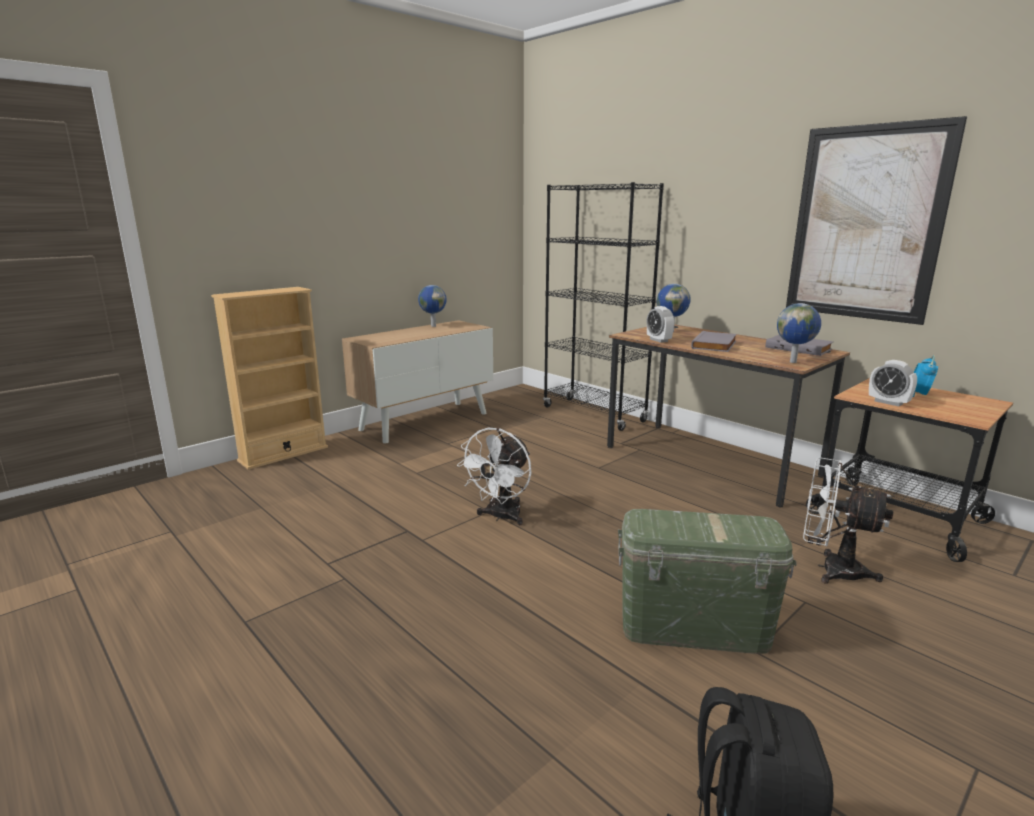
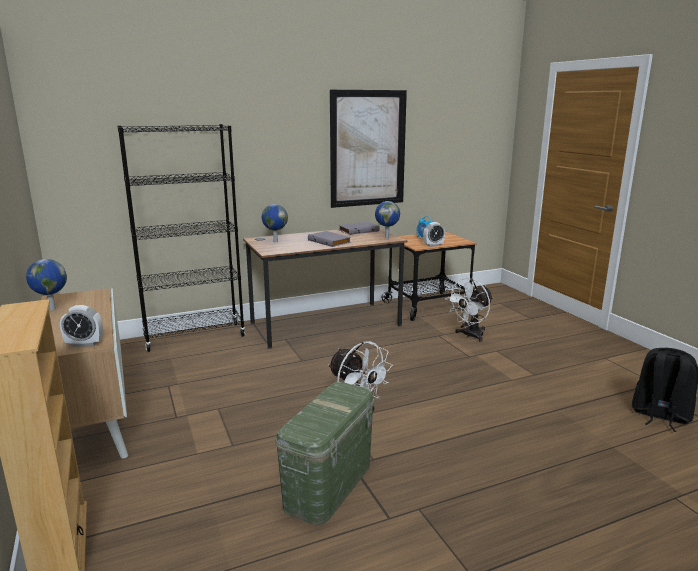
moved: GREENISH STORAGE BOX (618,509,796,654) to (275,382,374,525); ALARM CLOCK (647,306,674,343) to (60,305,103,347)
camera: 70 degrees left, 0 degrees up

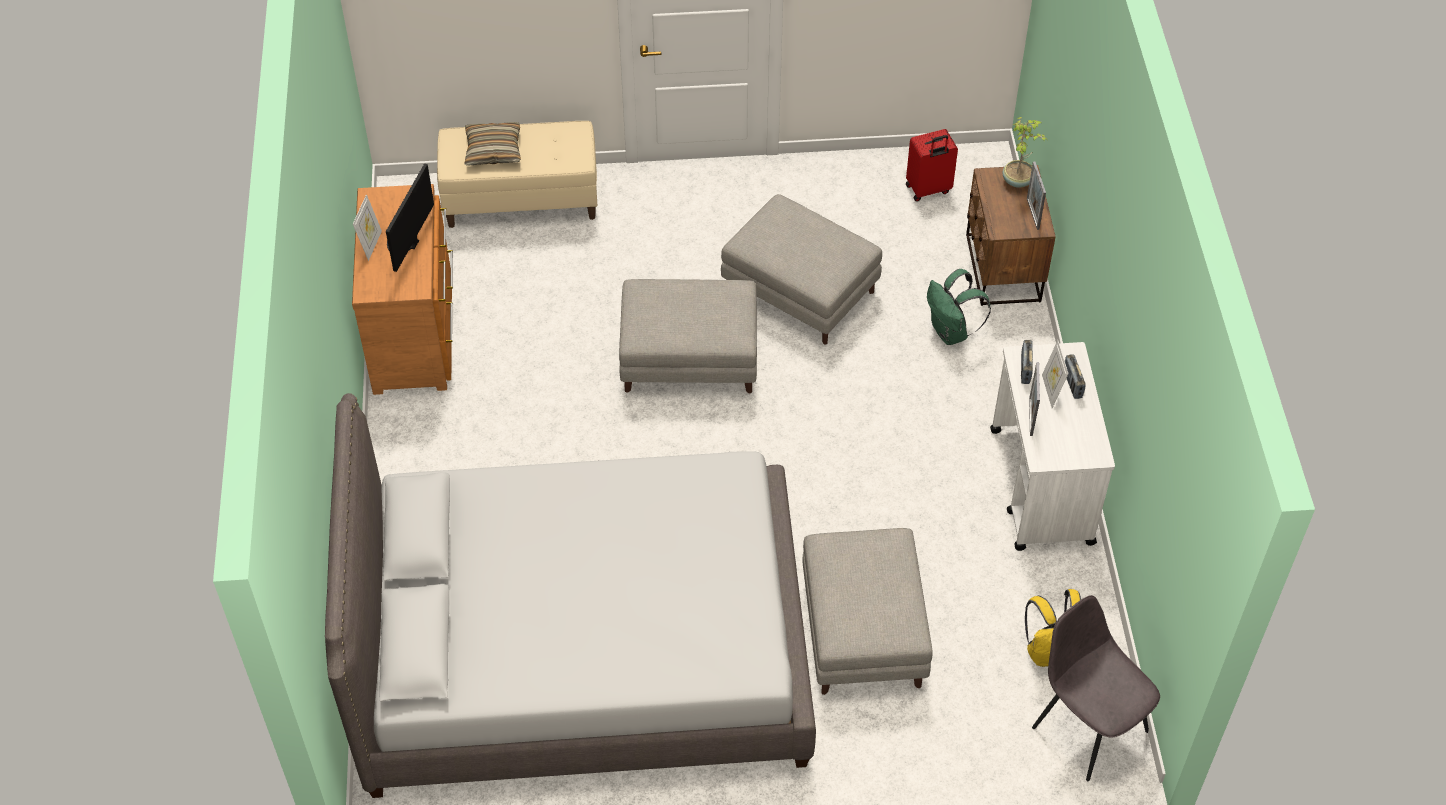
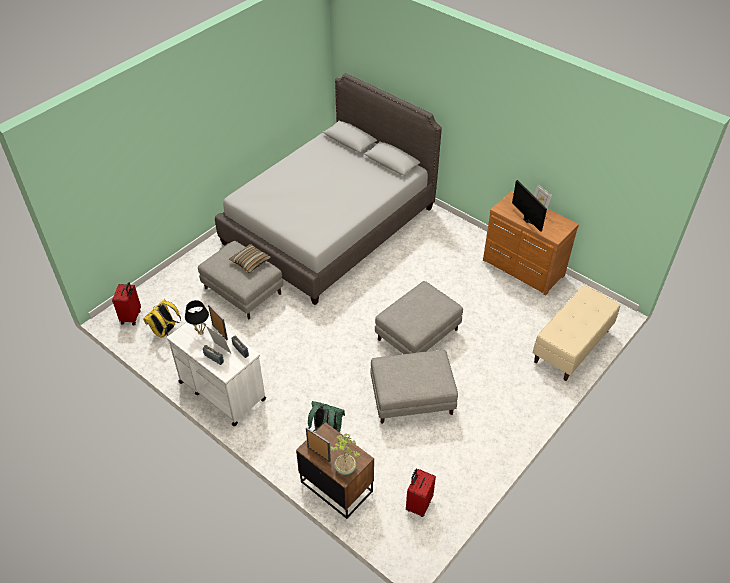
added: BLACK LAMP FOR A TABLE (185,300,209,335)
moved: CUSHION (464,122,521,166) to (229,244,271,273)
replaced: GRAY UPRIGHT CHAIR (1032,595,1160,781) to REDDISH PIECE OF LUGGAGE (112,282,141,325)
camera: 135 degrees right, 5 degrees down

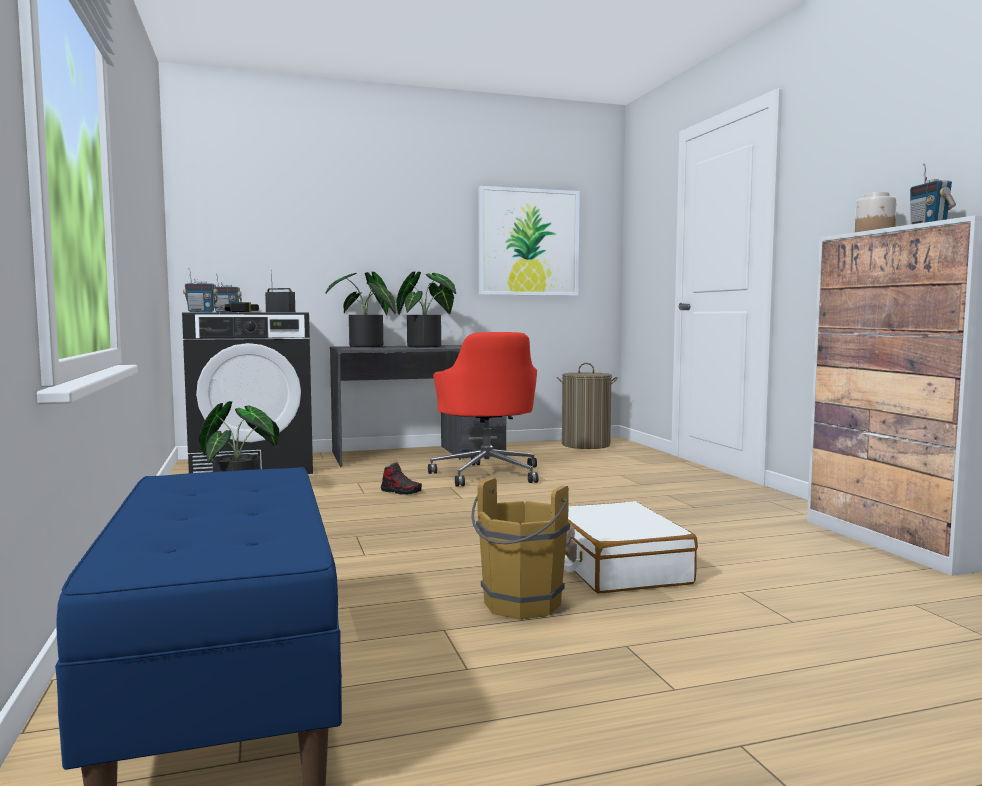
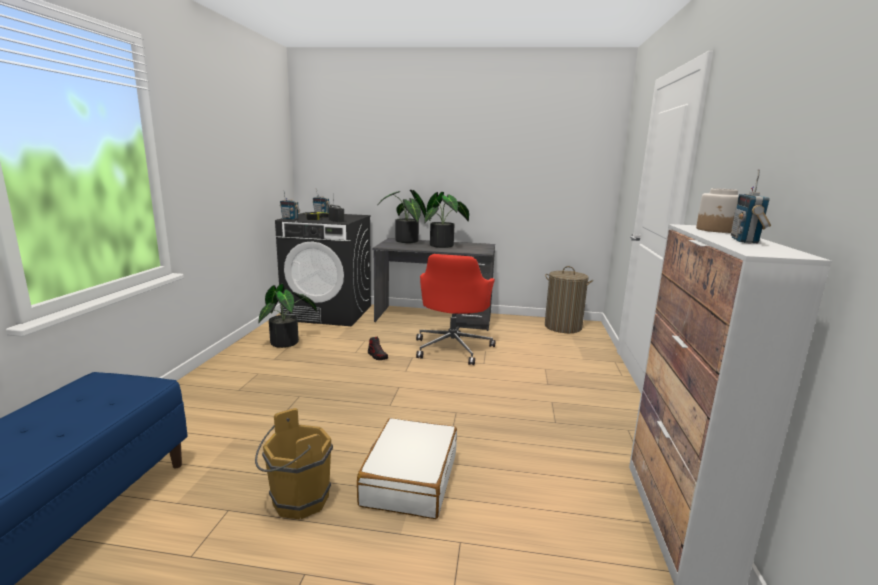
removed: PICTURE (479,186,580,296)
camera: 25 degrees right, 10 degrees up

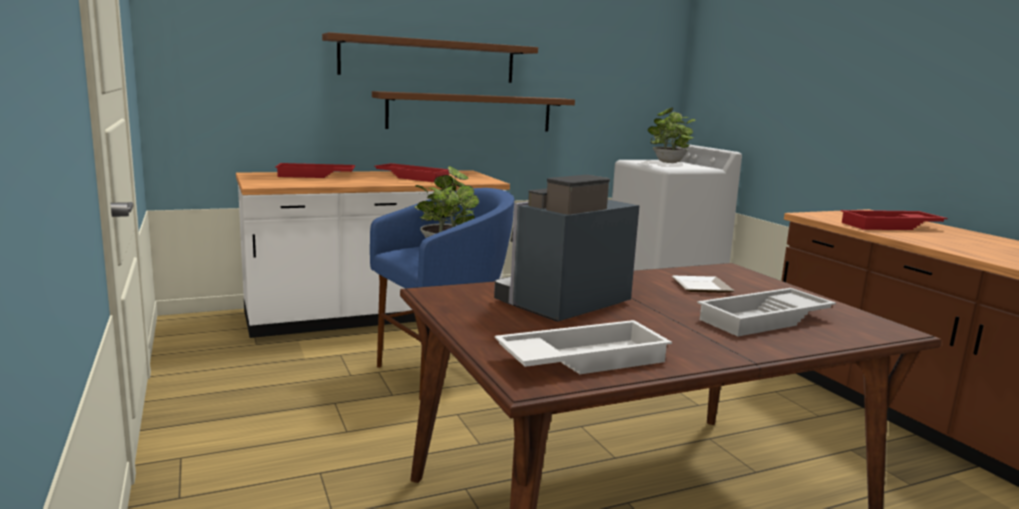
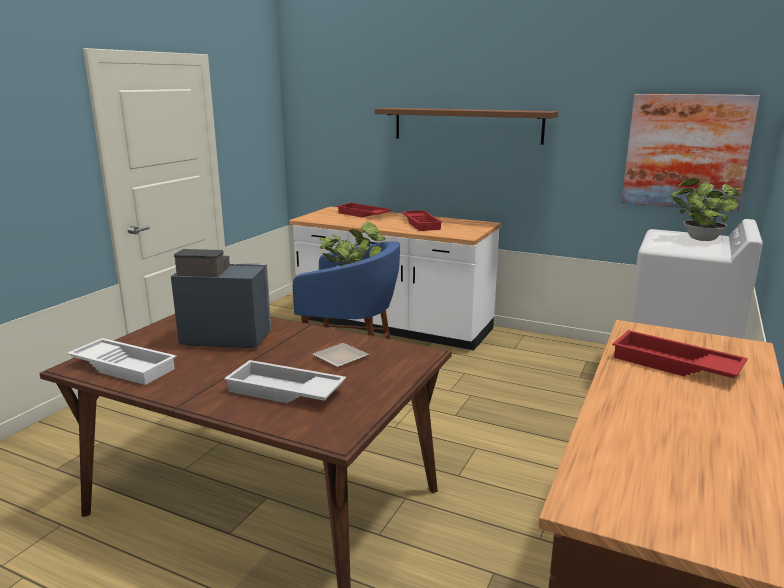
removed: BROWN-COLOURED WALL SHELF (372,91,575,132)
added: PICTURE (621,94,760,212)
camera: 50 degrees right, 5 degrees up

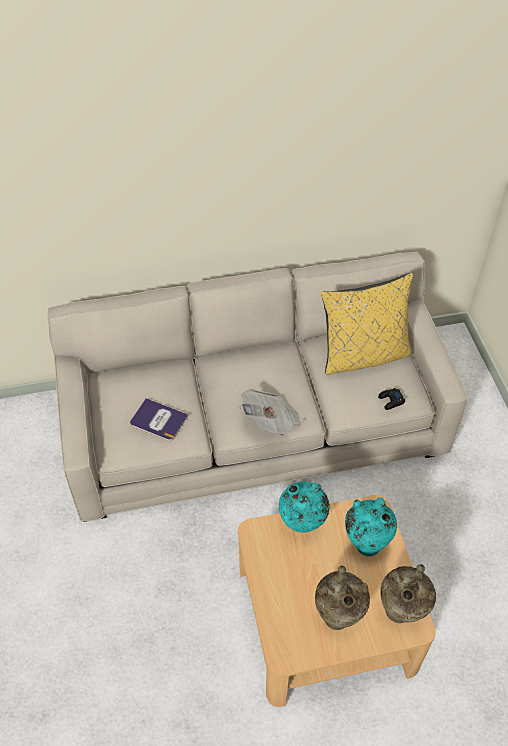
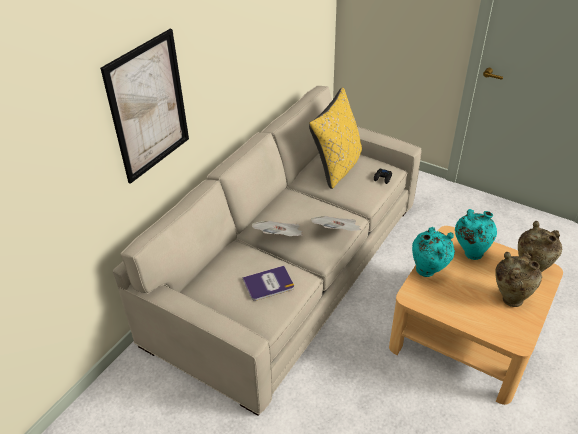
added: PICTURE (100,29,189,184); DAILY PAPER (252,220,303,236)
camera: 45 degrees left, 10 degrees down

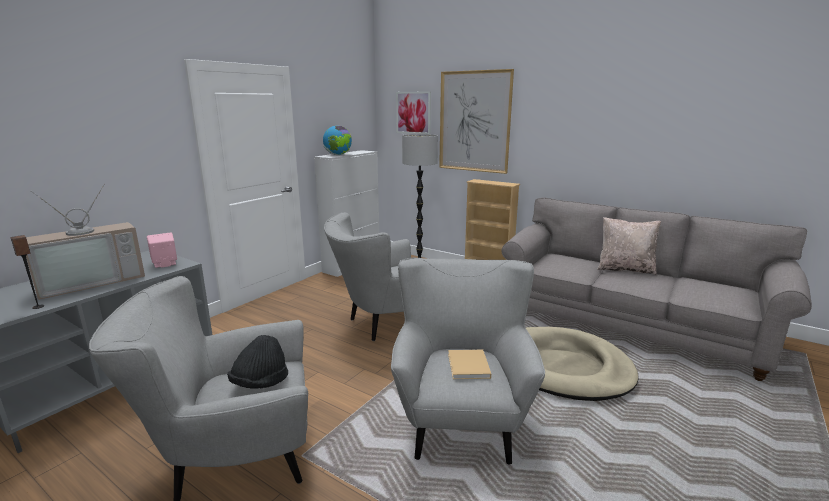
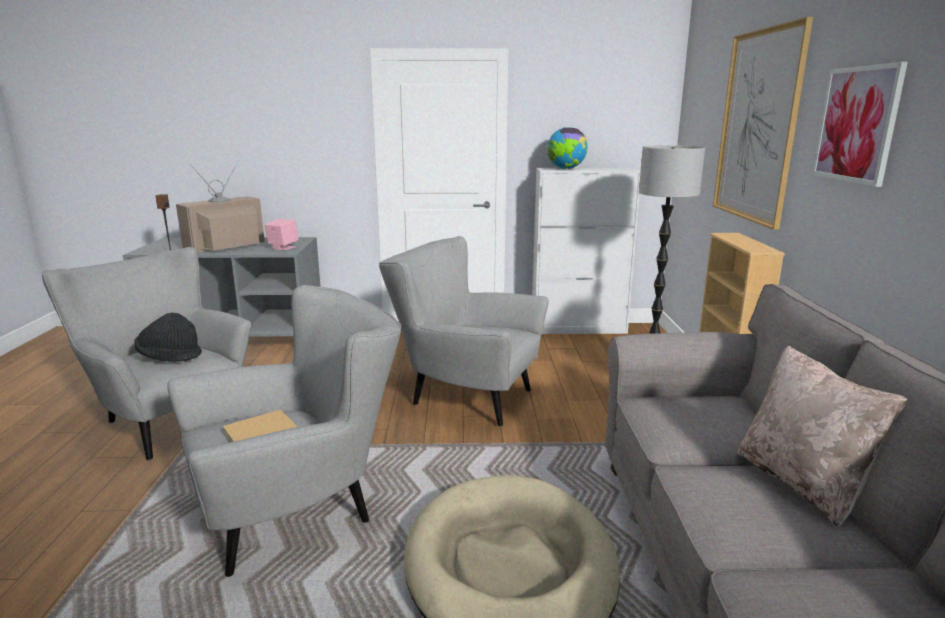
moved: PICTURE (396,91,431,134) to (812,62,908,187)
turned: TV SET (26,183,145,300) = (176,161,265,253) 120 degrees clockwise
camera: 55 degrees right, 0 degrees up

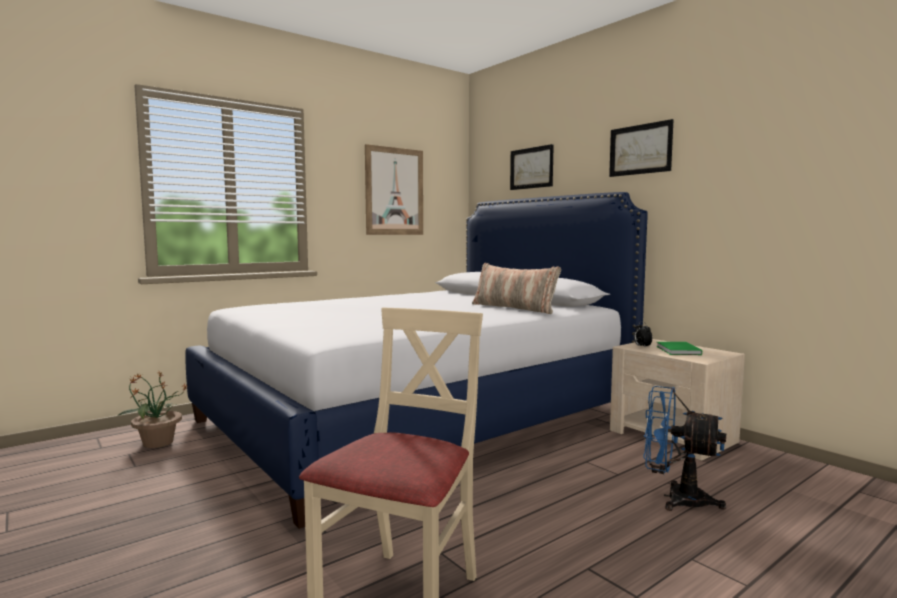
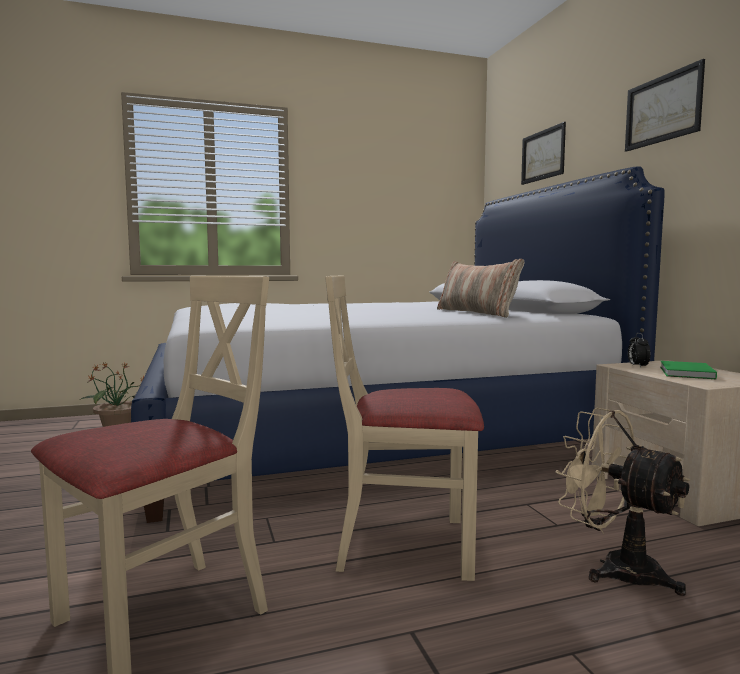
removed: PICTURE (365,144,423,235)
added: SAND-COLOURED UPRIGHT CHAIR (325,276,484,581)
recoloured: BLUISH ELECTRIC FAN (644,386,726,511) to SAND-COLOURED ELECTRIC FAN (555,408,690,596)
camera: 20 degrees right, 0 degrees up

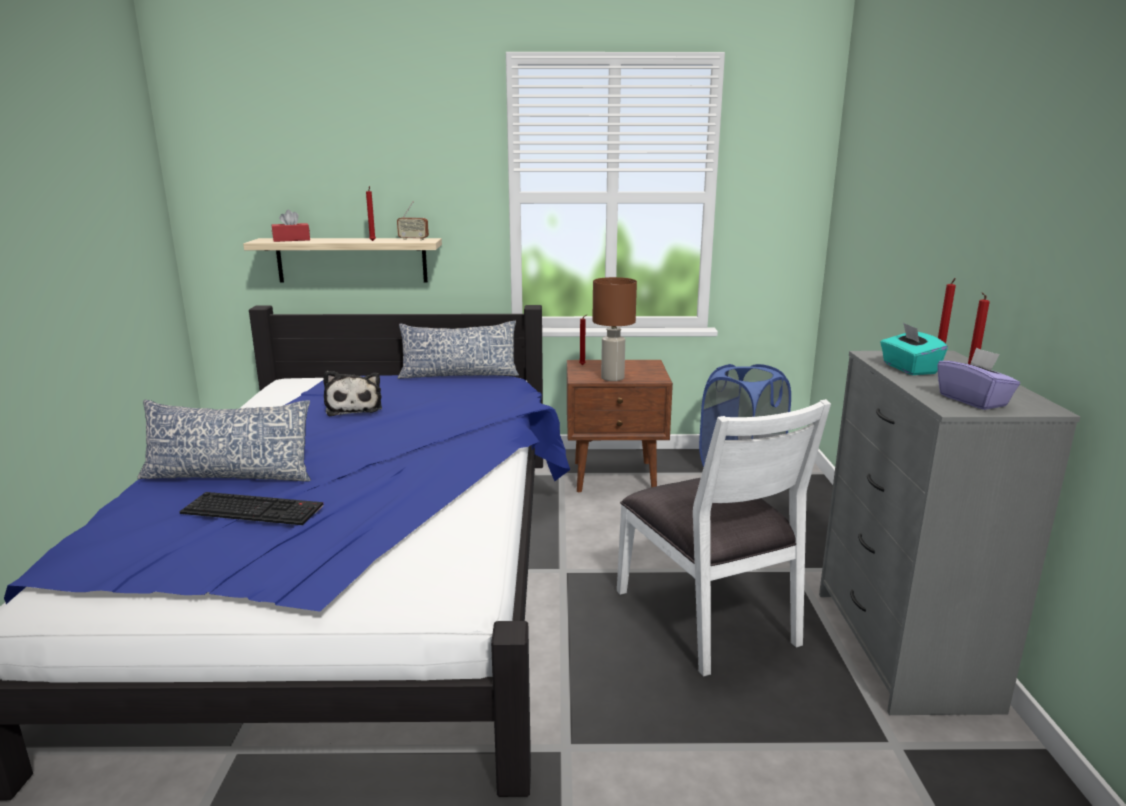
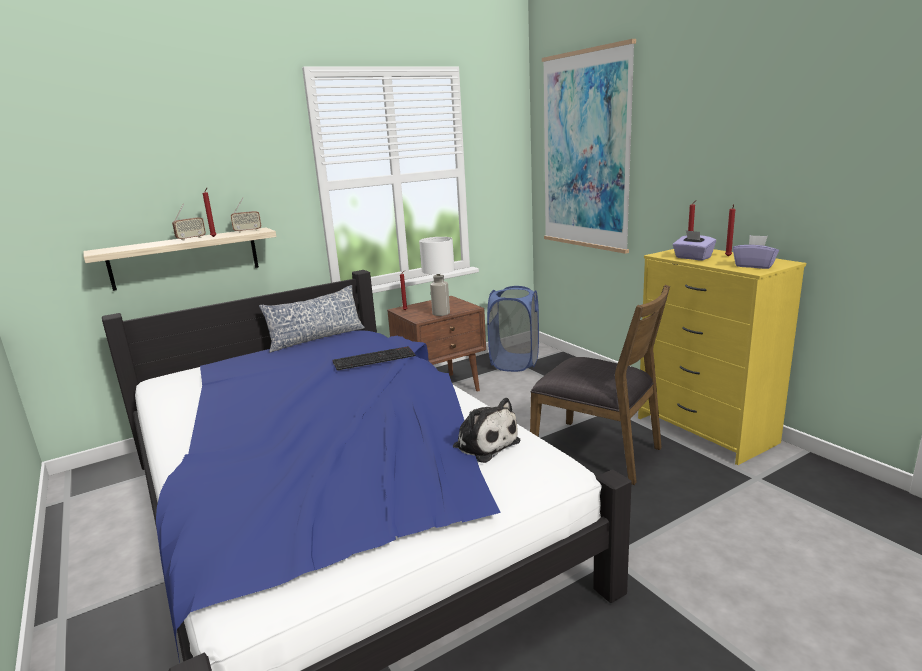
removed: CUSHION (137,400,311,482); REDDISH TISSUE BOX (272,210,310,242)
added: RADIO (172,204,206,241); PICTURE (542,39,636,254)
moved: PC KEYBOARD (179,492,324,525) to (333,346,416,371); SOFT TOY (323,371,382,417) to (453,398,520,463)
recoloured: BROWN-COLOURED LAMP FOR A TABLE (592,277,637,381) to WHITE LAMP FOR A TABLE (419,237,454,316); WHITE UPRIGHT CHAIR (617,399,831,677) to BROWN-COLOURED UPRIGHT CHAIR (530,285,670,485); GRAY DRESSER (819,351,1080,715) to YELLOW DRESSER (638,249,806,465); BLUE-GREEN TISSUE BOX (880,322,948,375) to PURPLE TISSUE BOX (673,230,716,260)
camera: 30 degrees left, 0 degrees up

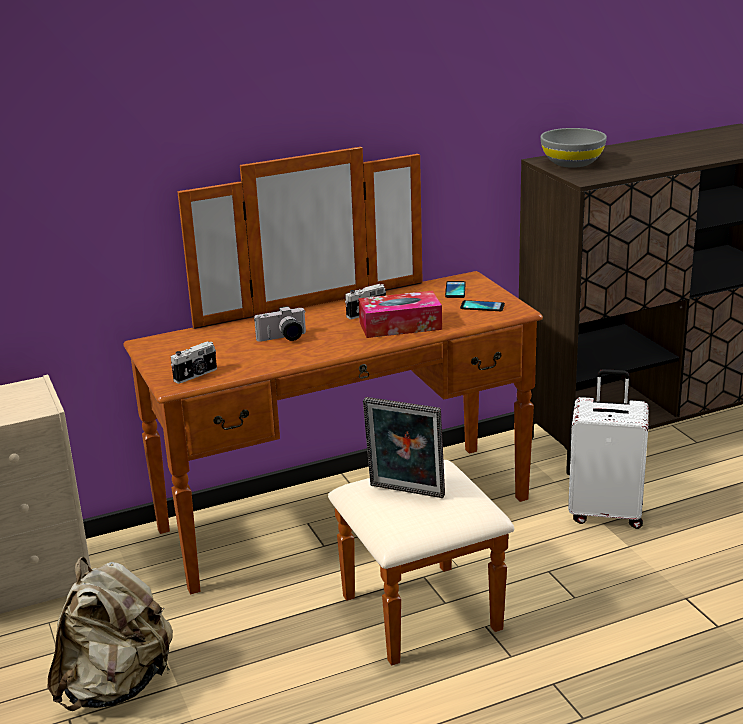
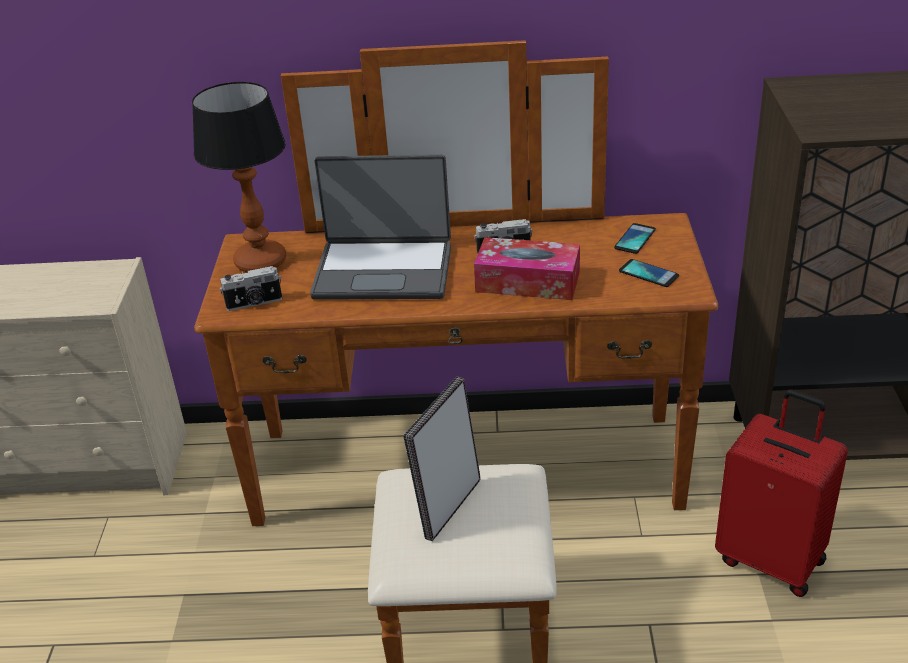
removed: SAND-COLOURED BACKPACK (47,557,173,711); GRAY DEEP DISH (540,128,607,168)
added: LAMP FOR A TABLE (192,82,286,272)
replaced: STILL CAMERA (254,306,306,342) to NOTEBOOK COMPUTER (310,154,451,300)
recoloured: WHITE PIECE OF LUGGAGE (568,369,648,529) to REDDISH PIECE OF LUGGAGE (715,389,848,597)
turned: PICTURE FRAME (363,397,445,498) = (403,377,481,541) 75 degrees clockwise
camera: 25 degrees right, 10 degrees up

